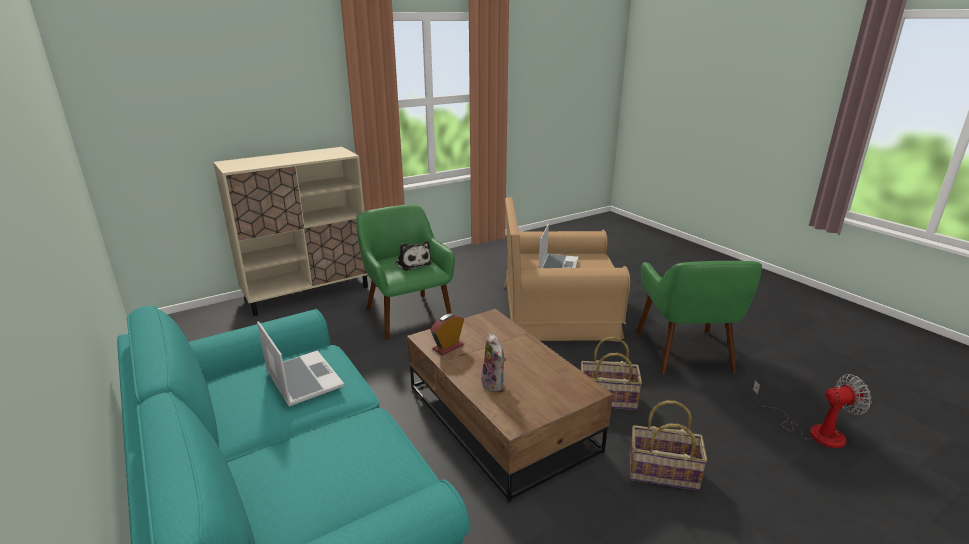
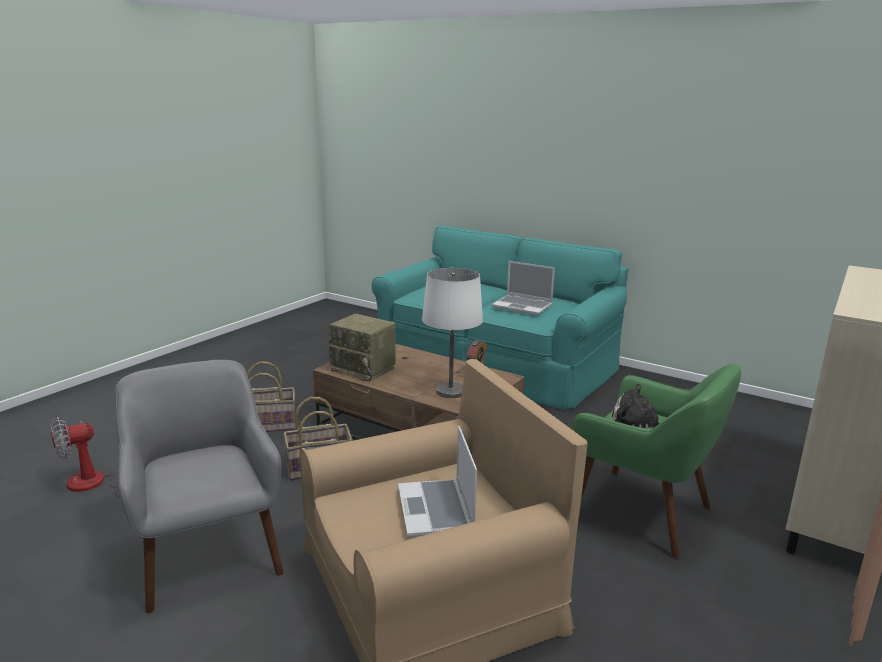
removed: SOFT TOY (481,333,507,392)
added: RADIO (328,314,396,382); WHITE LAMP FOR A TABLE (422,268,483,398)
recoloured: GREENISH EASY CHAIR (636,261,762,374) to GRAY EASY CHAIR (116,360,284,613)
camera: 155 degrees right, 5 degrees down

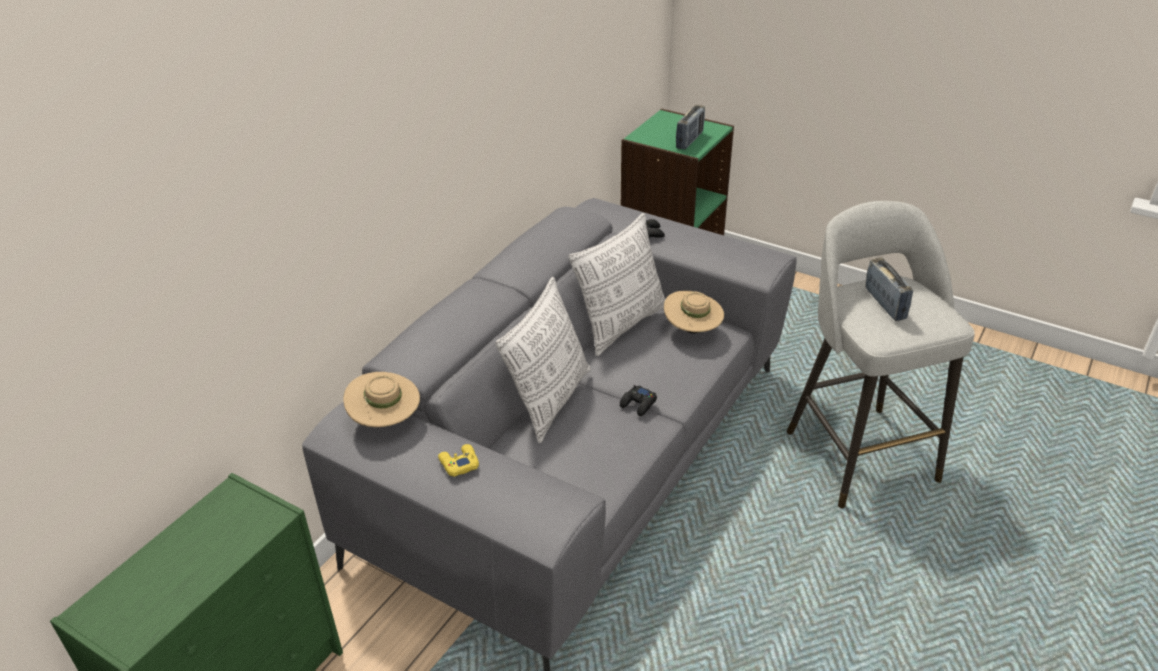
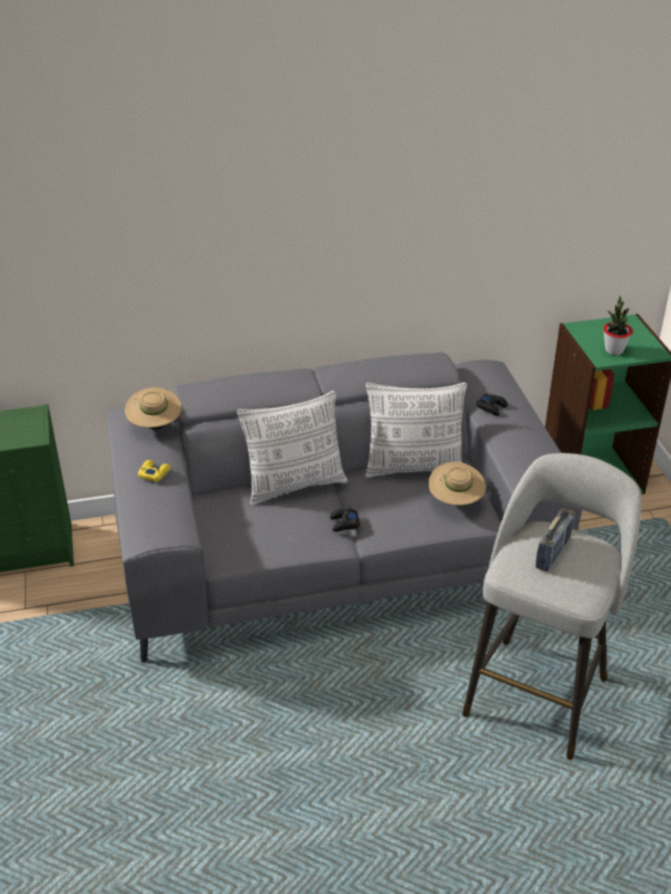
replaced: RADIO (676,105,705,150) to HOUSEPLANT (603,296,633,355)
camera: 45 degrees right, 0 degrees up

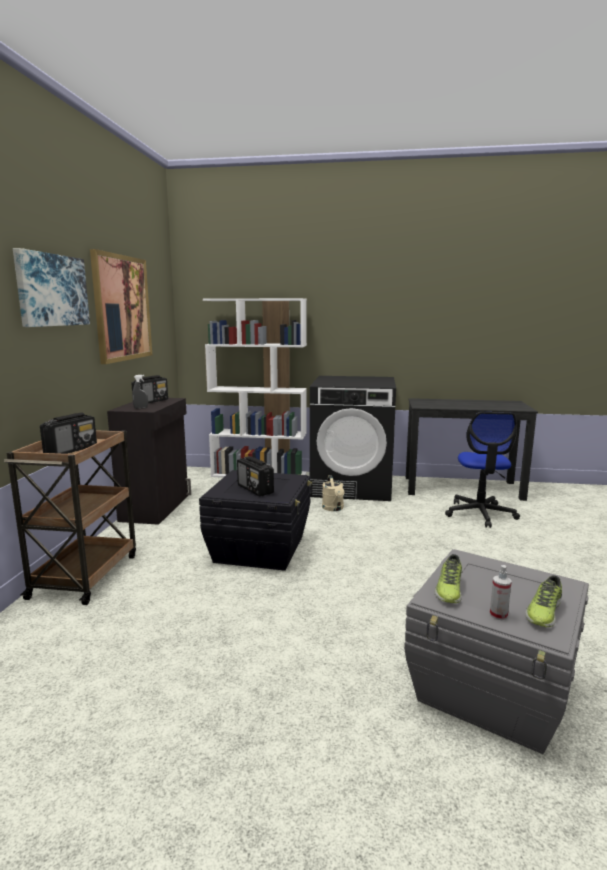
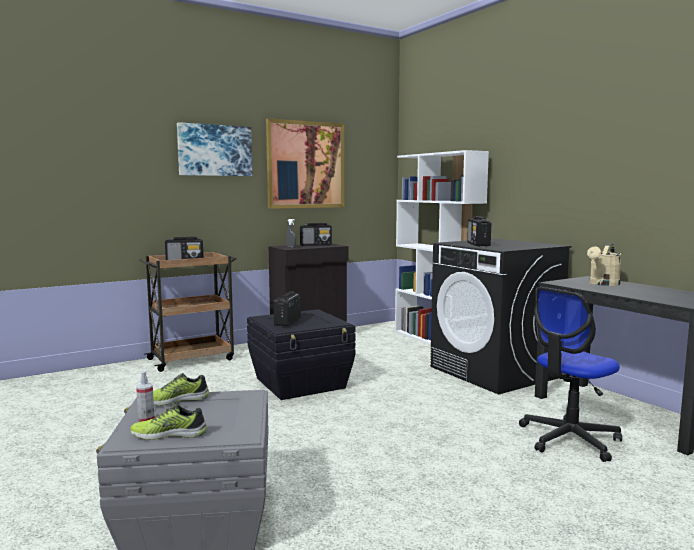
added: RADIO (467,216,491,247)
moved: SAND-COLOURED SPRINKLING CAN (322,475,344,511) to (587,243,621,286)
camera: 50 degrees right, 5 degrees down

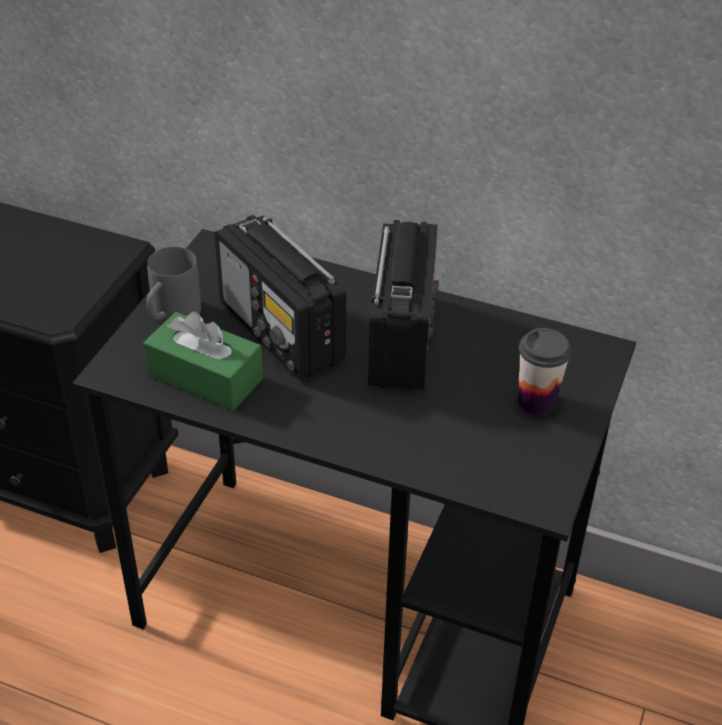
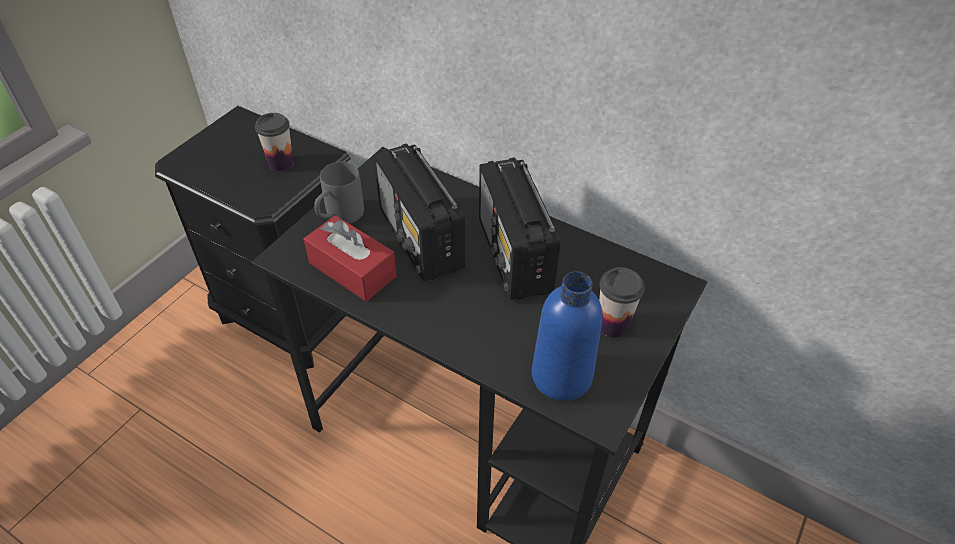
added: DRINKING CUP (255,113,293,171); BLUISH BEVERAGE BOTTLE (532,272,603,401)
recoloured: GREENISH TISSUE BOX (143,312,263,411) to REDDISH TISSUE BOX (304,215,397,301)
turned: RADIO (368,220,439,390) = (479,157,560,300) 150 degrees clockwise
camera: 10 degrees right, 5 degrees up

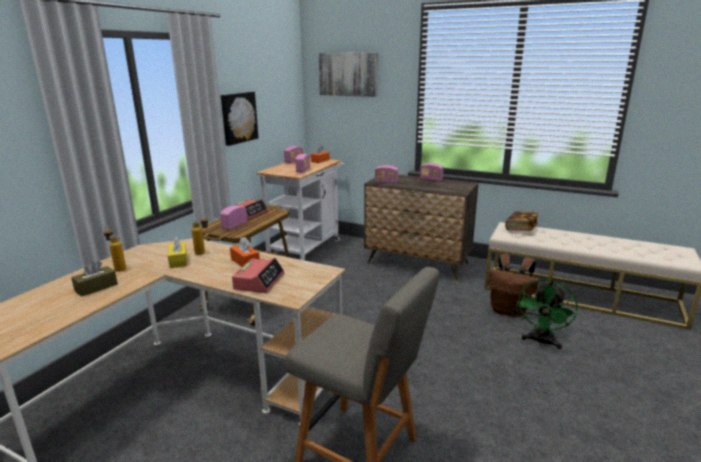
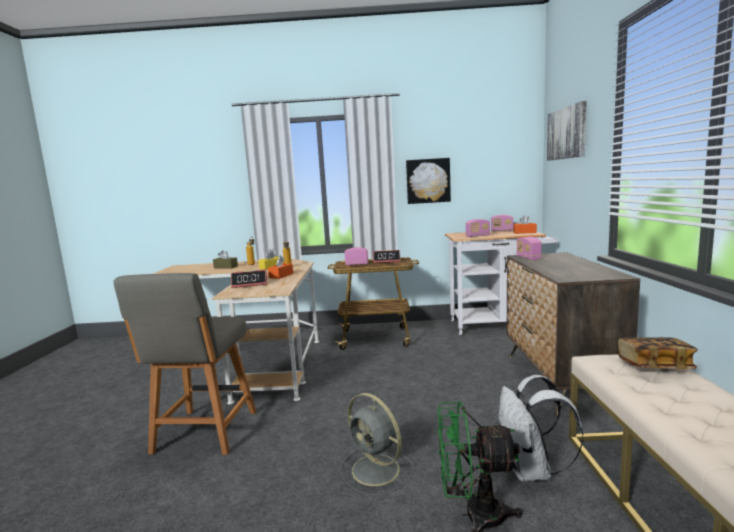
removed: RADIO (420,163,444,182)
added: GRAY ELECTRIC FAN (341,393,414,496)
recoloured: BROWN-COLOURED BACKPACK (488,254,539,317) to WHITE BACKPACK (499,375,583,481)
camera: 65 degrees right, 10 degrees down

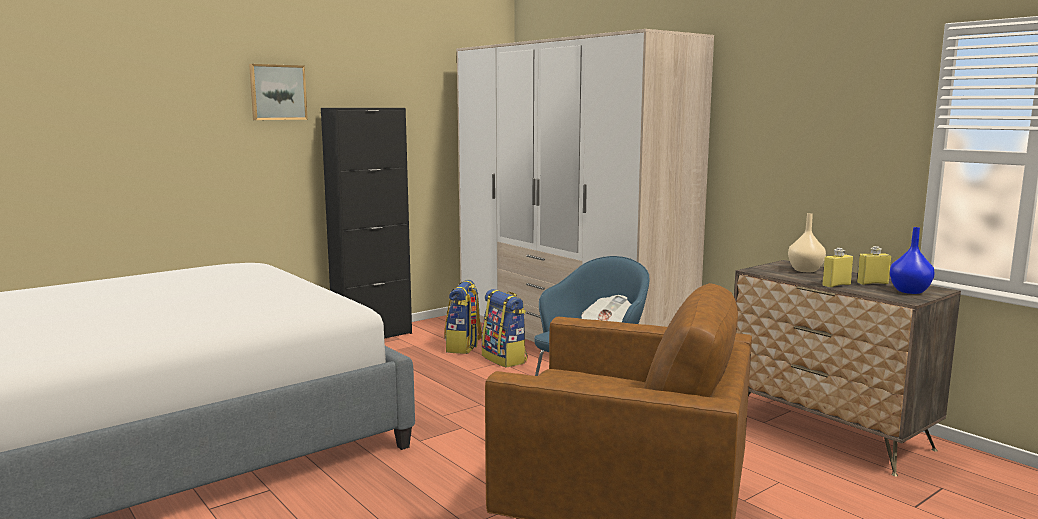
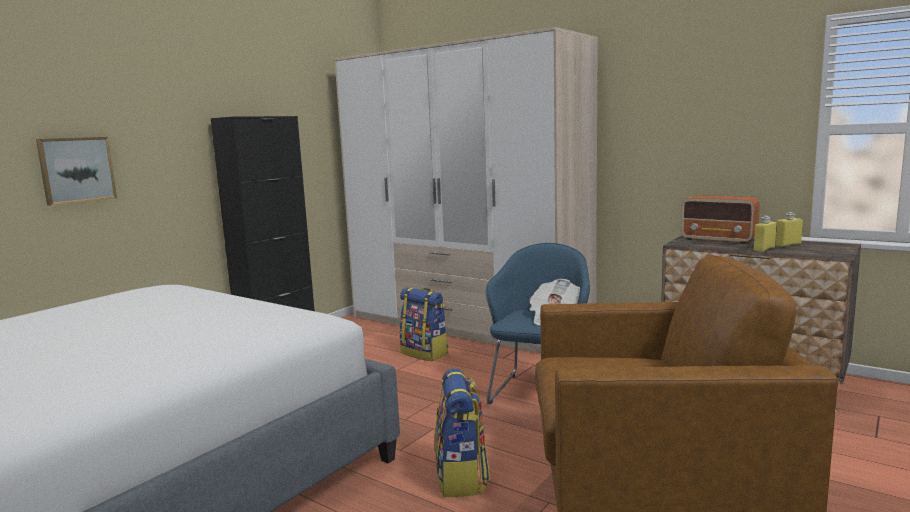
removed: BLUISH VASE (890,227,935,294)
moved: PICTURE (249,64,308,120) to (36,137,117,206); BACKPACK (445,280,482,354) to (434,369,490,497)
replaced: SAND-COLOURED VASE (788,213,826,272) to RADIO (681,195,760,244)
camera: 15 degrees left, 0 degrees up

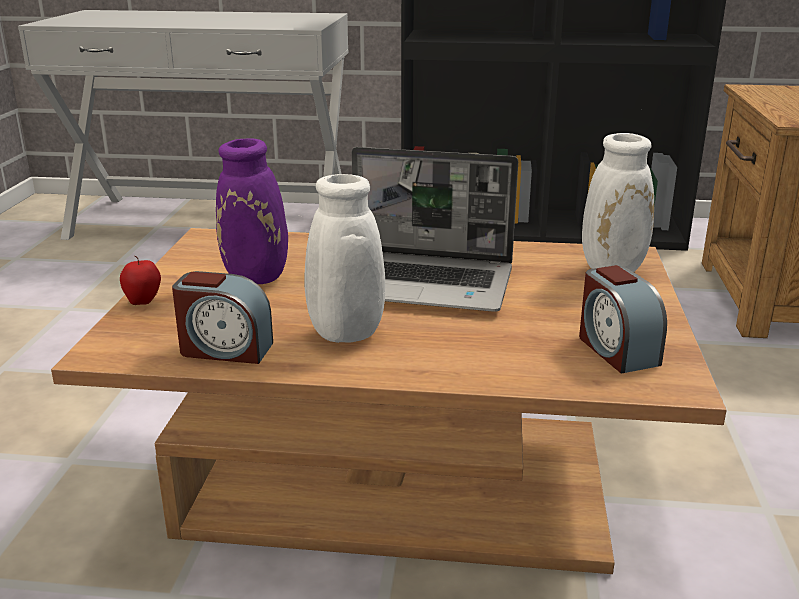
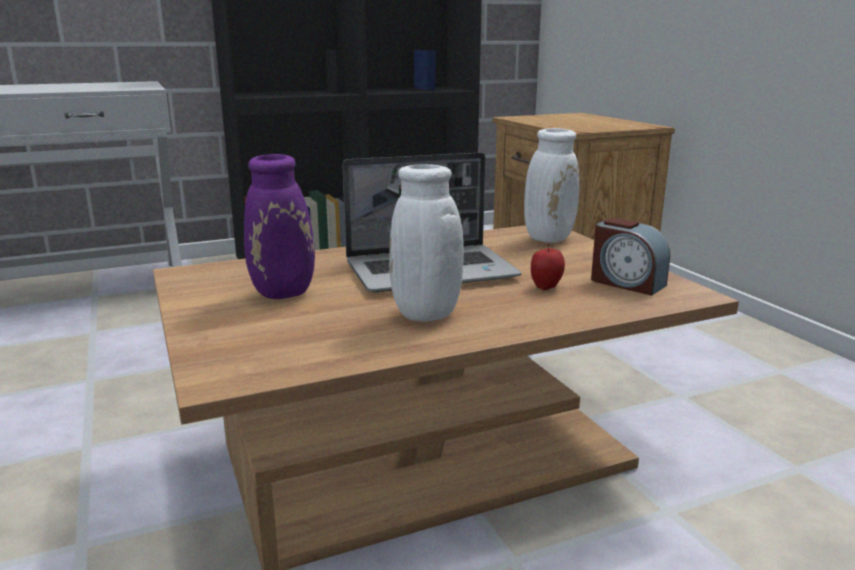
removed: ALARM CLOCK (172,271,273,364)
moved: WHOLE APPLE (120,256,161,305) to (531,244,565,290)
camera: 30 degrees left, 5 degrees down

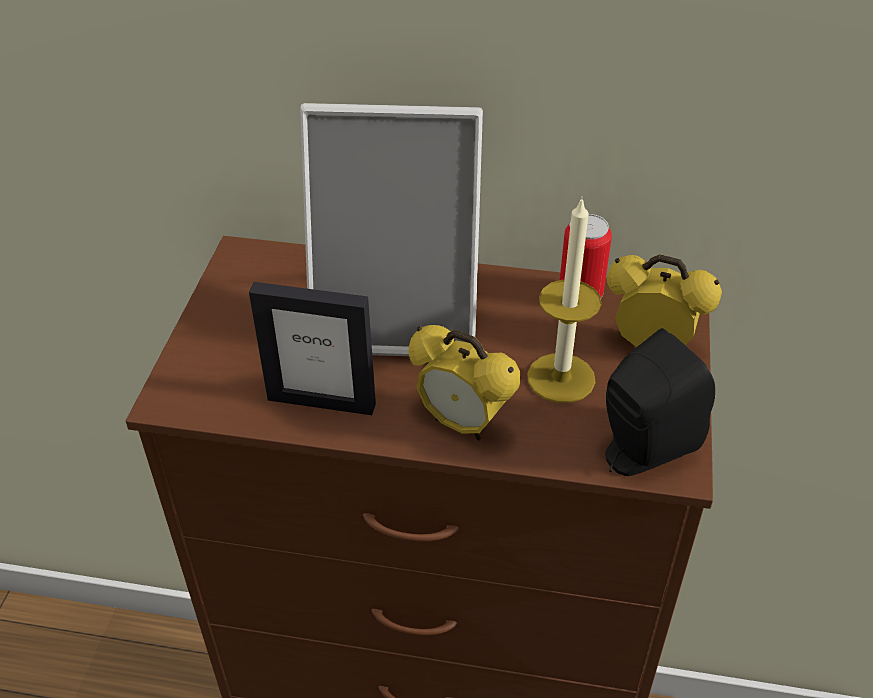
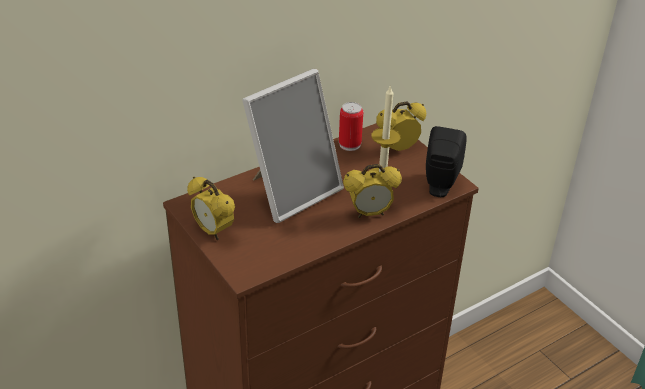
removed: PICTURE FRAME (249,282,376,415)
added: ALARM CLOCK (187,176,235,240)
camera: 45 degrees left, 5 degrees down

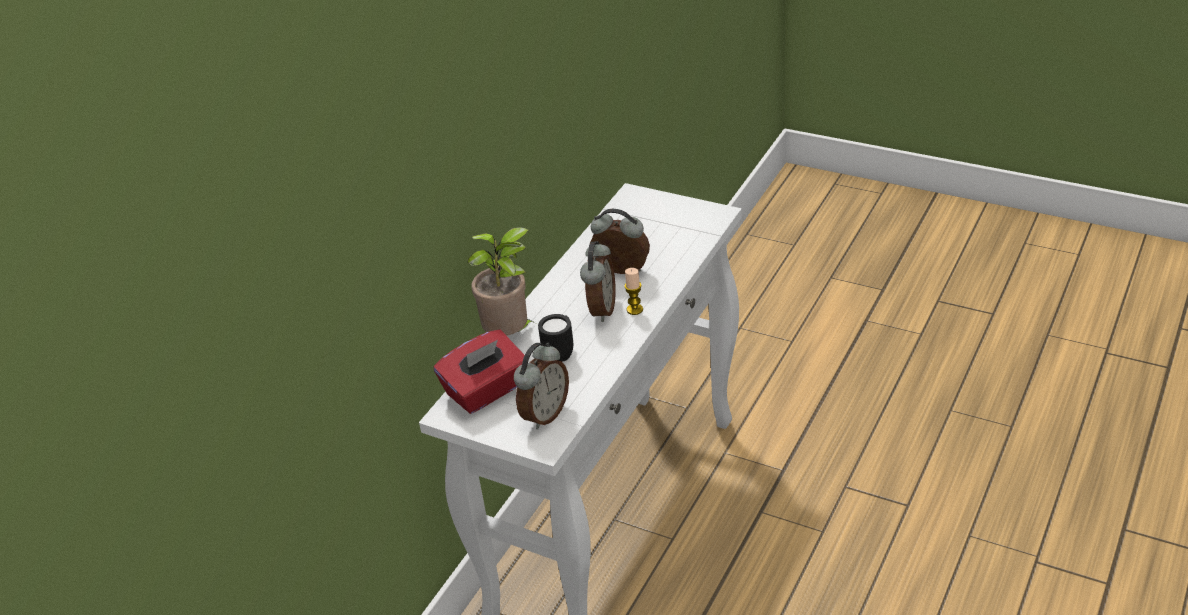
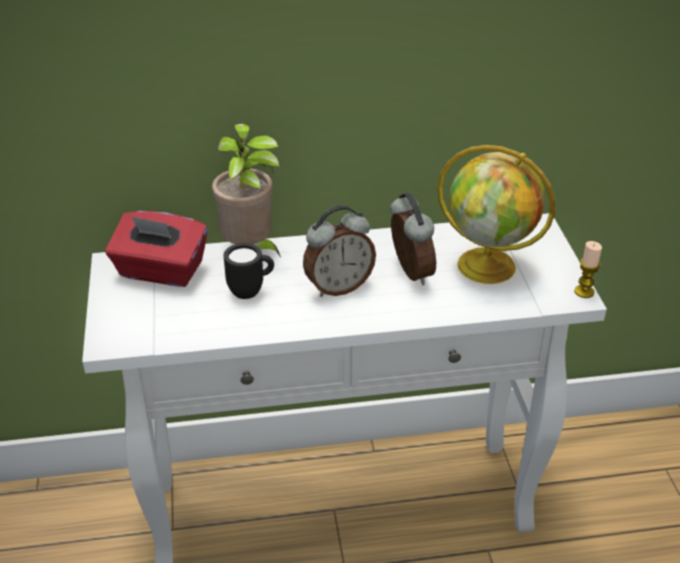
removed: ALARM CLOCK (514,343,569,429)
added: WORLD GLOBE (437,145,555,284)
moved: WAX CANDLE (624,268,643,315) to (574,241,602,298)
camera: 50 degrees right, 0 degrees up

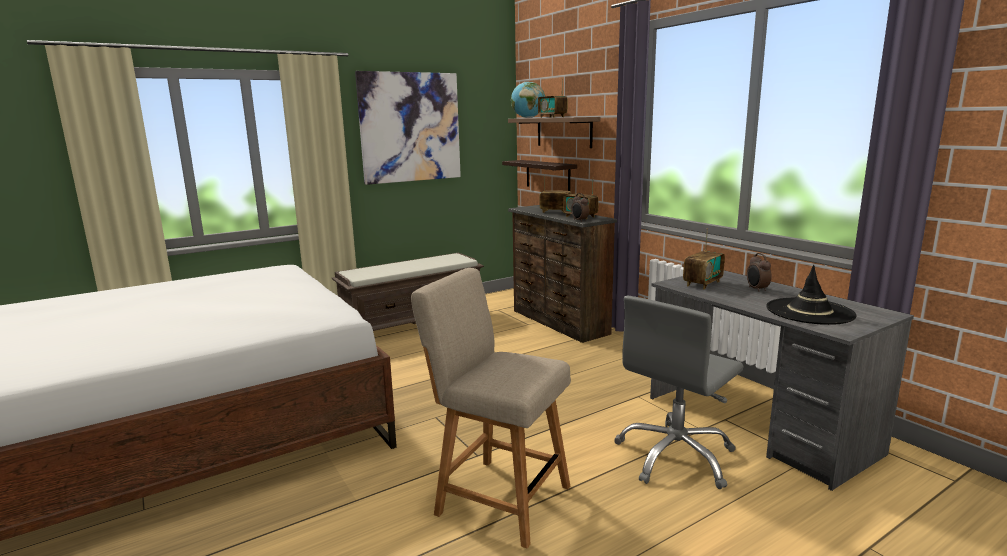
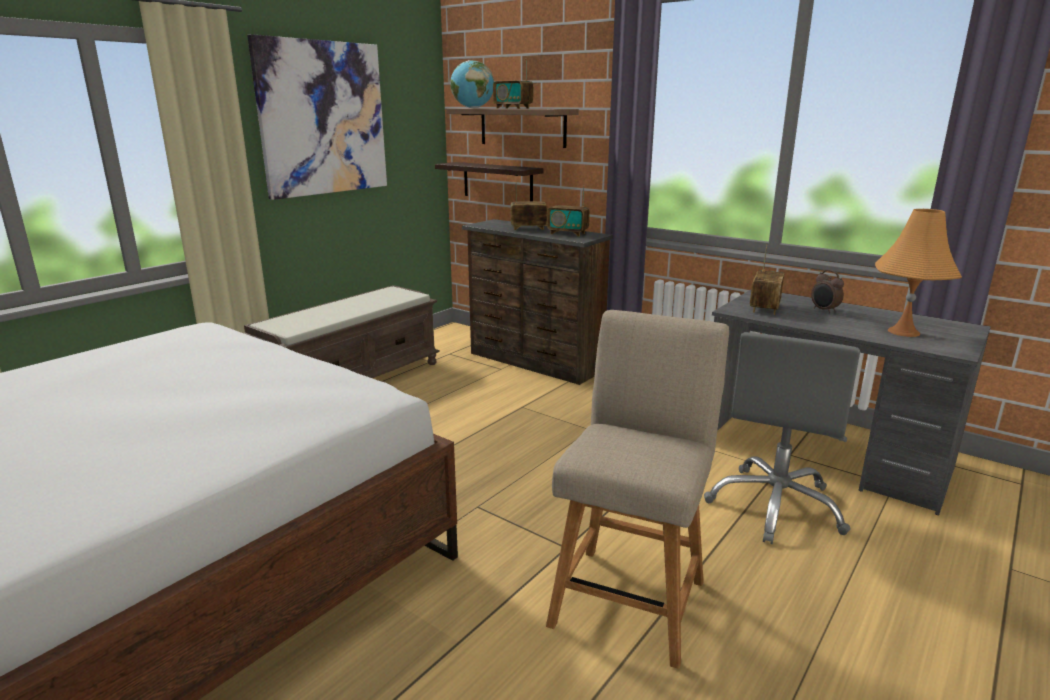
removed: ALARM CLOCK (571,193,589,222)
replaced: BLACK WEARABLE HAT (766,265,857,325) to ORANGE LAMP FOR A TABLE (875,209,962,337)
turned: SAND-COLOURED UPRIGHT CHAIR (411,268,571,549) = (546,310,729,669) 105 degrees clockwise
camera: 20 degrees left, 5 degrees up

